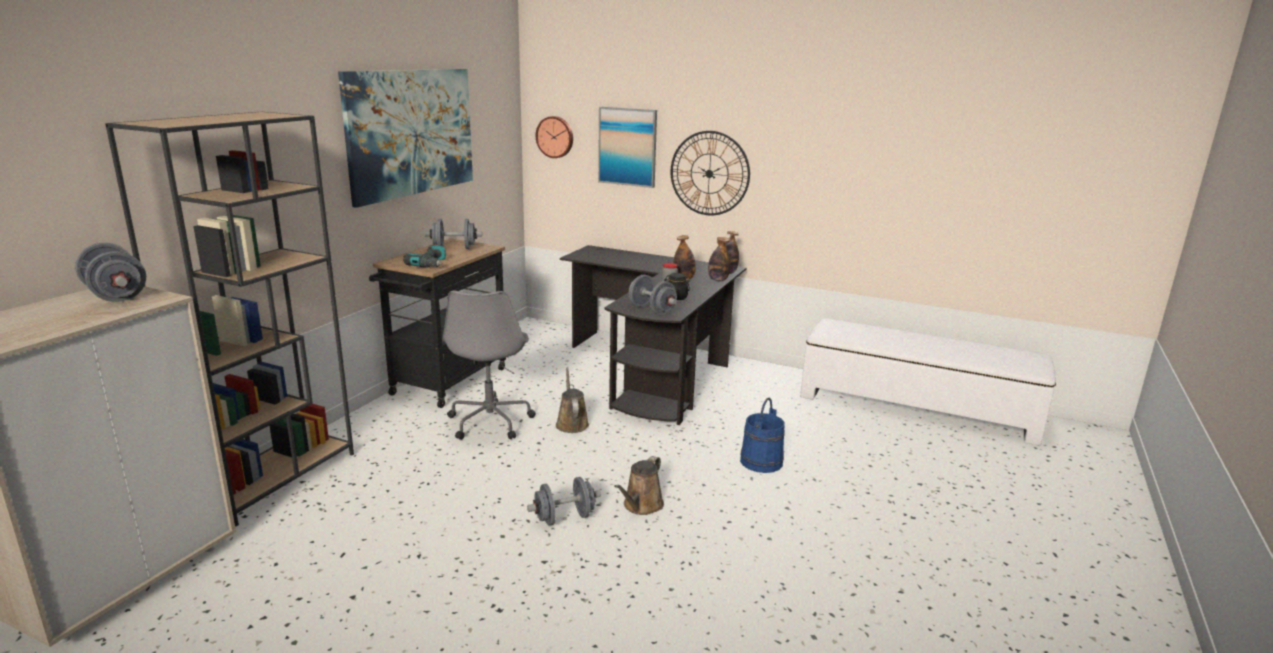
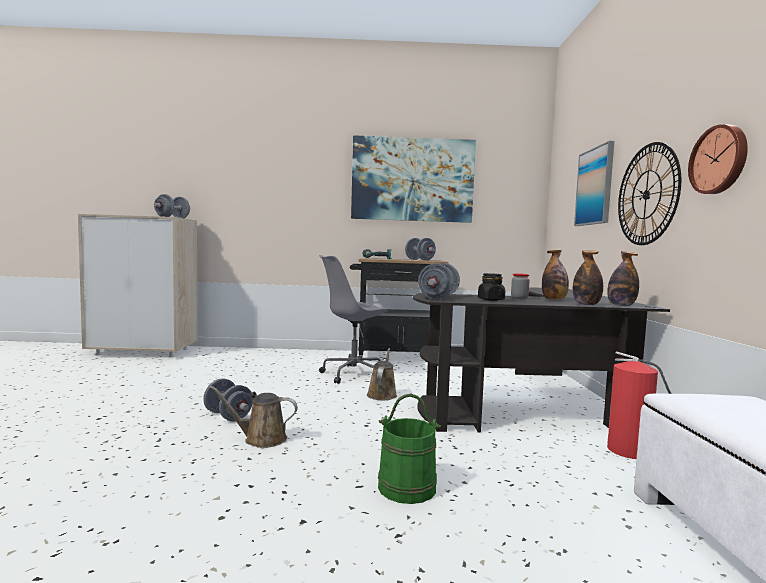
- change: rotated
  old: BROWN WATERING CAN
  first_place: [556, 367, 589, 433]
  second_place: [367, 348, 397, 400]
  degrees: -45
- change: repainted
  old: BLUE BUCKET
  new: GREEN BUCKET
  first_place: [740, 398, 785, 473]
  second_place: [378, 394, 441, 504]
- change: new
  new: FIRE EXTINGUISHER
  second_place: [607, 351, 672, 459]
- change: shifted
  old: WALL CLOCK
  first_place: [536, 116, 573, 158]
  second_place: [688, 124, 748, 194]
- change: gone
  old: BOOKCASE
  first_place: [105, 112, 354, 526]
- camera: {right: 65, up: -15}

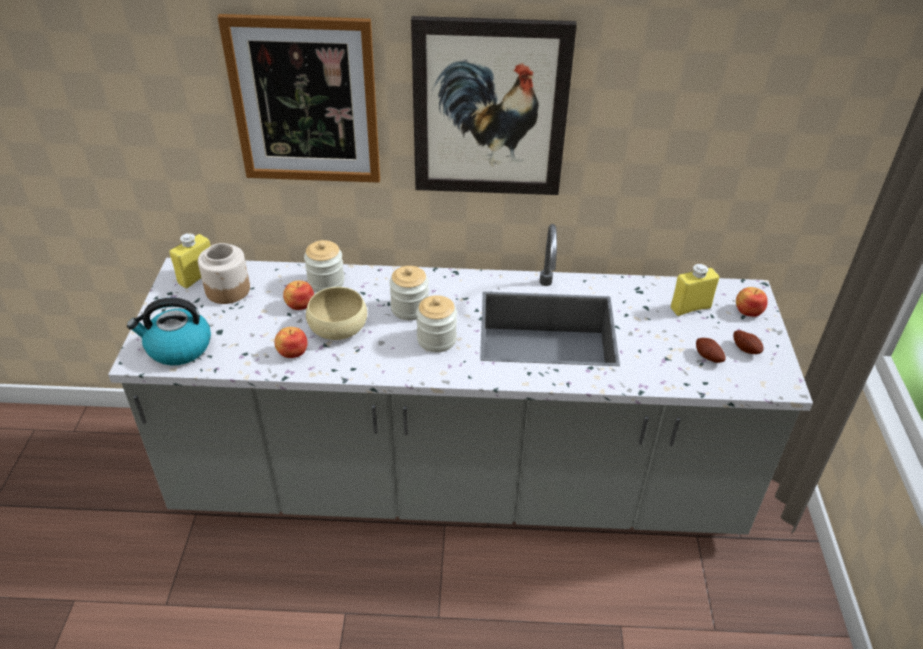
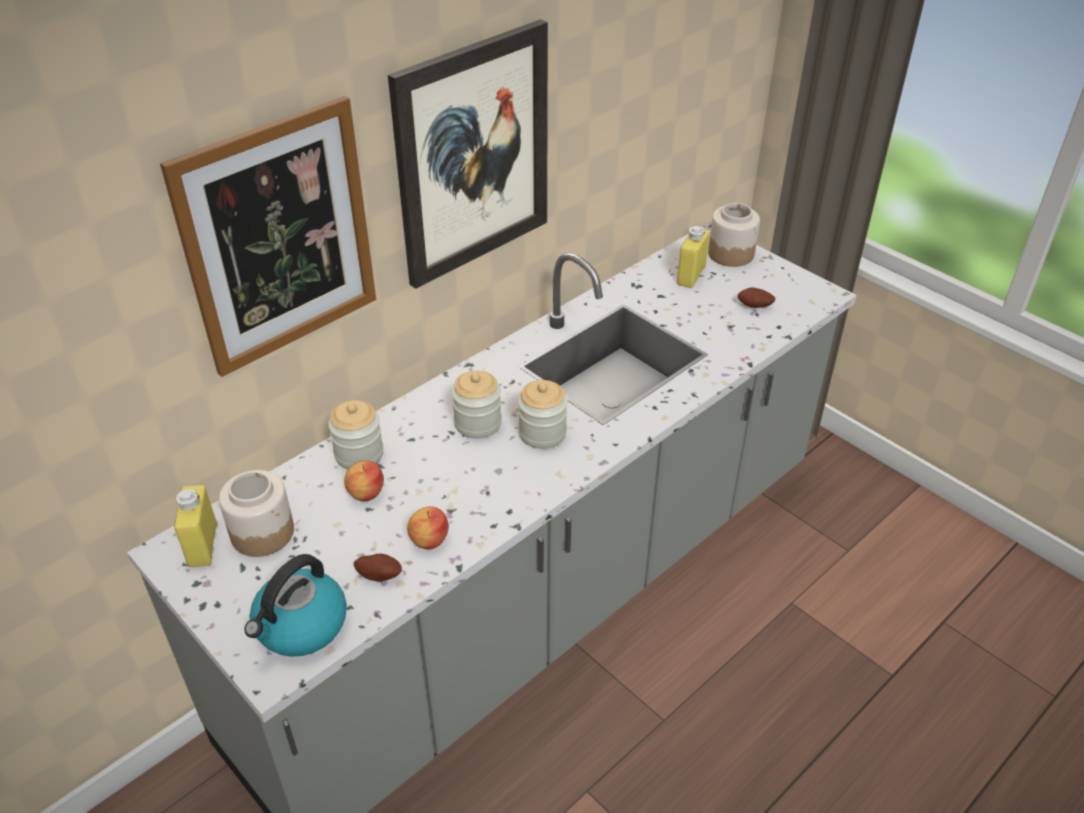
- change: shifted
  old: POTATO
  first_place: [733, 330, 764, 354]
  second_place: [354, 554, 402, 582]
- change: swapped
  old: APPLE
  new: JAR
  first_place: [736, 287, 768, 317]
  second_place: [708, 203, 760, 267]
- change: gone
  old: BEIGE BOWL
  first_place: [306, 287, 367, 340]
- camera: {right: -45, up: 0}

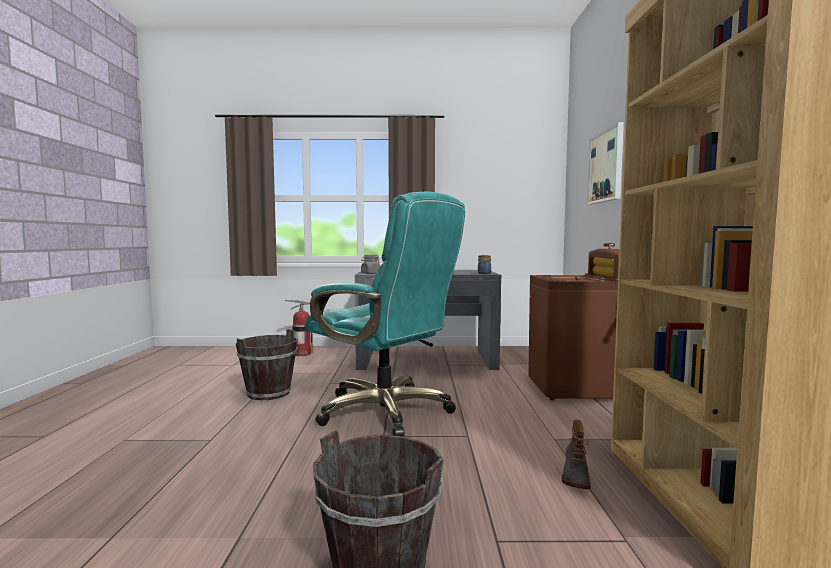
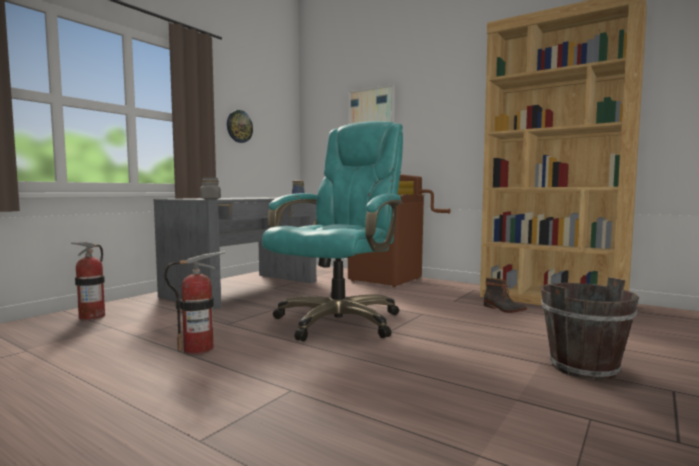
- change: swapped
  old: BROWN BUCKET
  new: FIRE EXTINGUISHER
  first_place: [236, 329, 298, 400]
  second_place: [164, 251, 225, 354]
- change: new
  new: WALL CLOCK
  second_place: [227, 110, 253, 143]
- change: rotated
  old: TURQUOISE OFFICE CHAIR
  first_place: [305, 192, 465, 437]
  second_place: [262, 121, 403, 341]
  degrees: -45
- camera: {right: -55, up: 0}

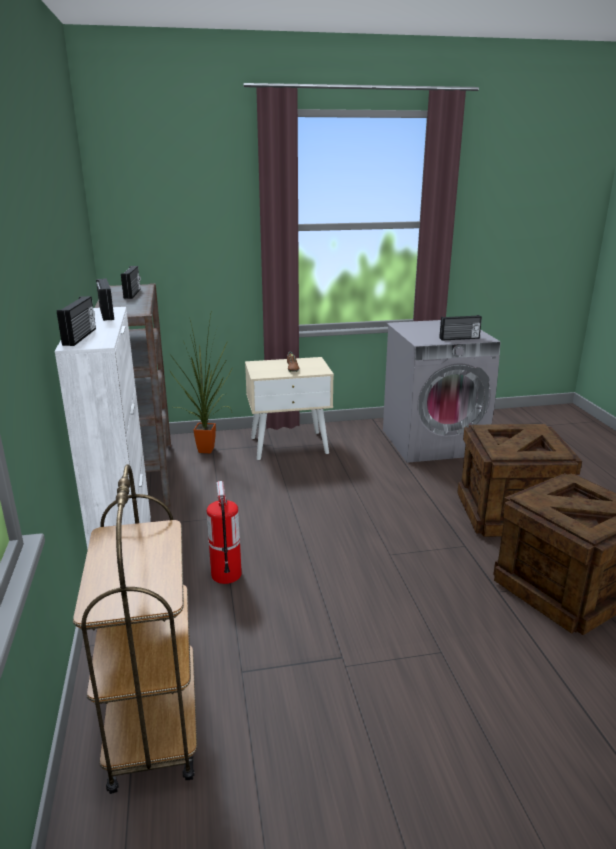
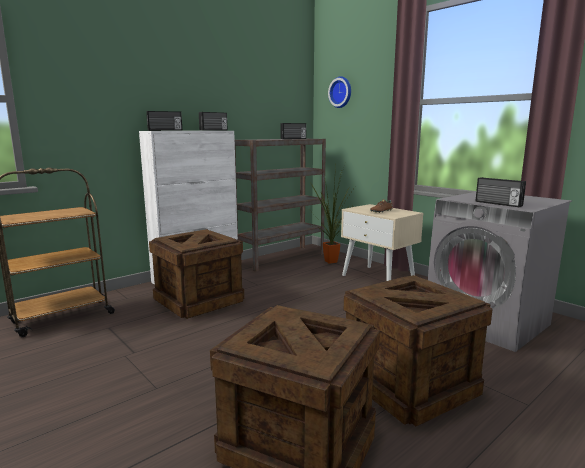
- change: swapped
  old: FIRE EXTINGUISHER
  new: CRATE
  first_place: [207, 481, 242, 584]
  second_place: [149, 229, 244, 319]
- change: new
  new: WALL CLOCK
  second_place: [328, 76, 351, 108]
- camera: {right: 60, up: -10}

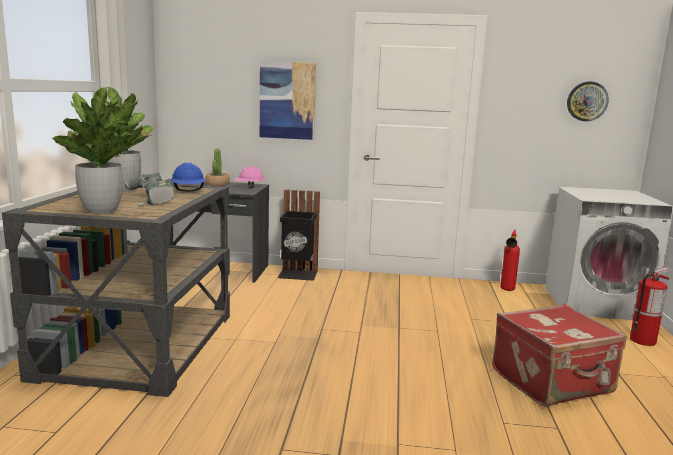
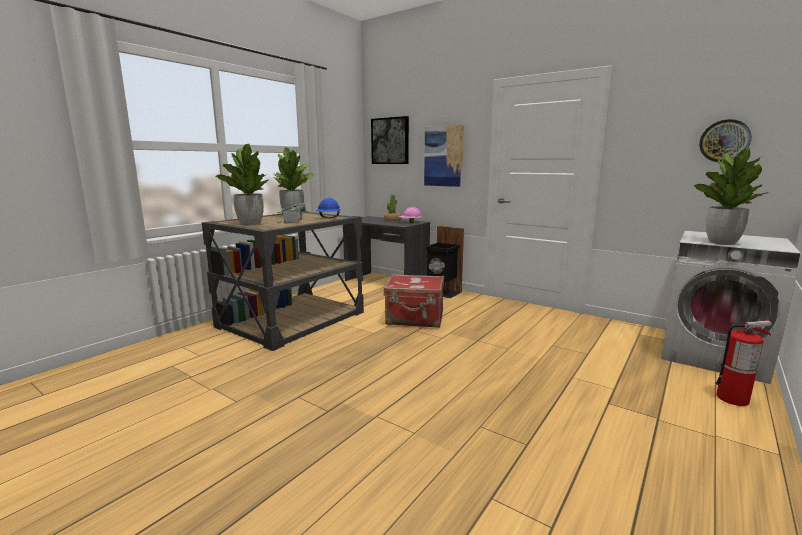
- change: new
  new: PICTURE
  second_place: [371, 116, 409, 164]
- change: shifted
  old: RED SUITCASE
  first_place: [492, 304, 626, 406]
  second_place: [384, 274, 444, 328]
- change: new
  new: POTTED PLANT
  second_place: [694, 148, 769, 245]
- change: gone
  old: FIRE EXTINGUISHER
  first_place: [500, 230, 520, 291]
- camera: {right: 30, up: 0}

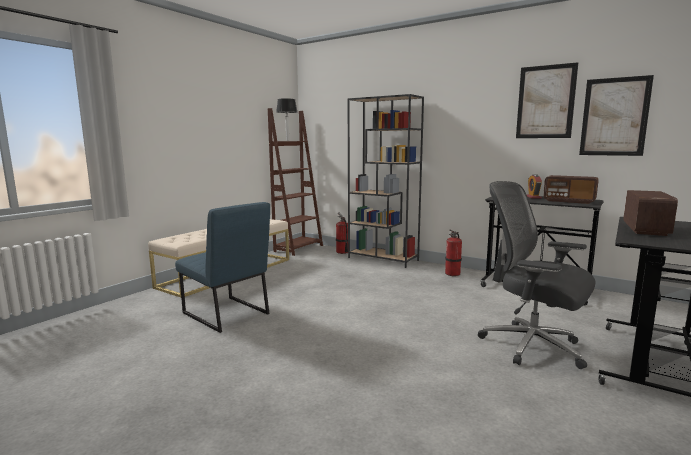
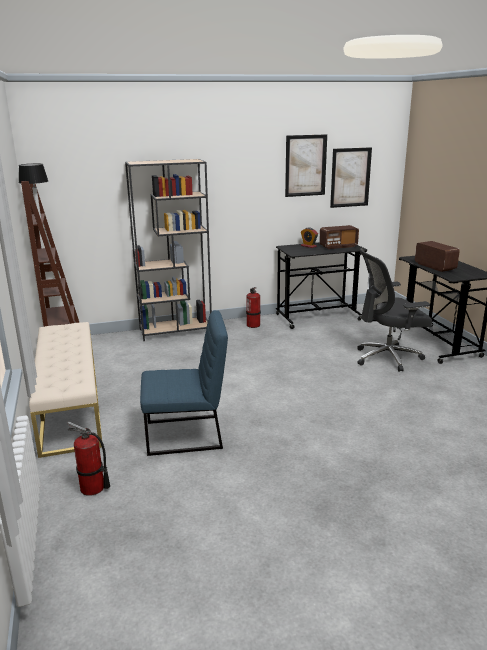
- change: shifted
  old: FIRE EXTINGUISHER
  first_place: [336, 212, 348, 254]
  second_place: [68, 421, 110, 496]
- camera: {right: -50, up: 10}

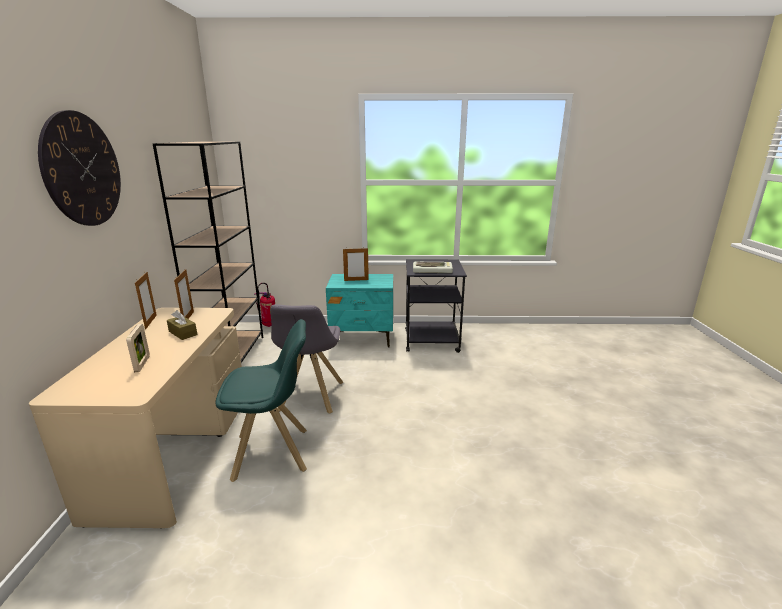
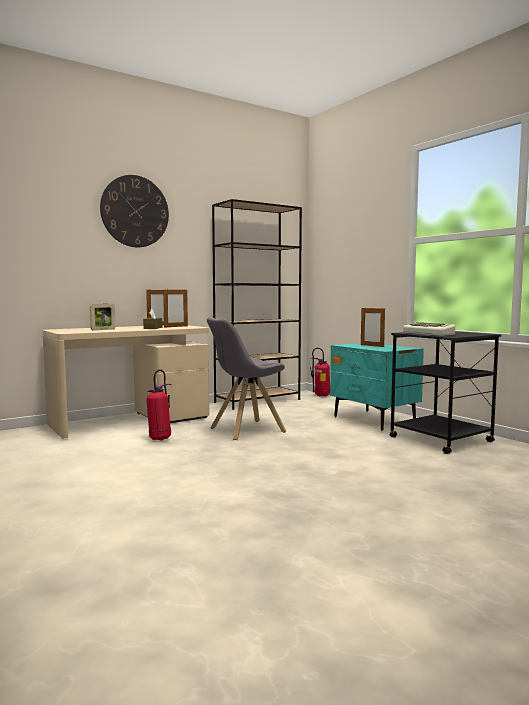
- change: swapped
  old: TURQUOISE CHAIR
  new: FIRE EXTINGUISHER
  first_place: [215, 319, 307, 482]
  second_place: [146, 369, 172, 441]
- camera: {right: 55, up: -15}

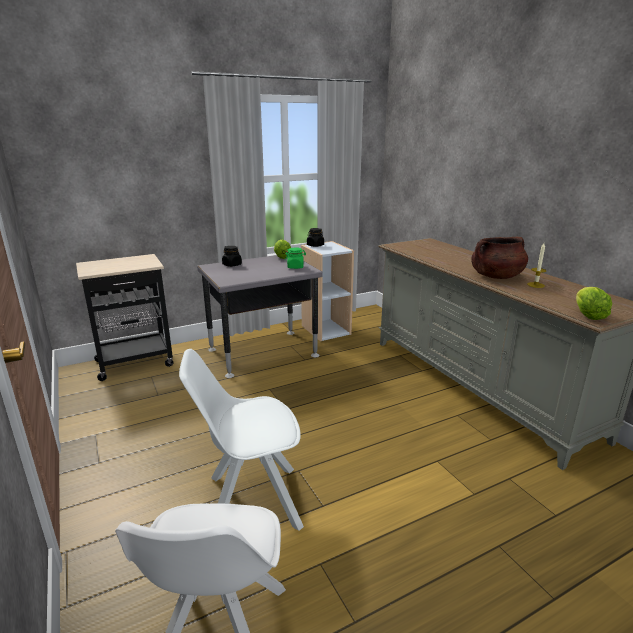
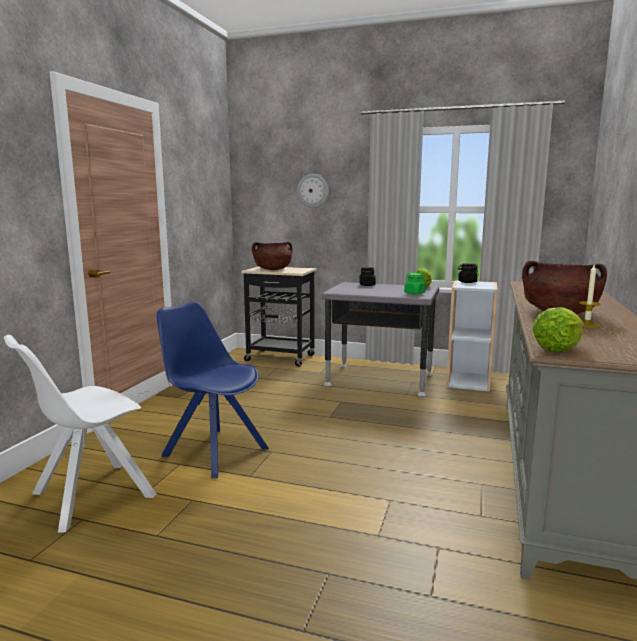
- change: repainted
  old: WHITE CHAIR
  new: BLUE CHAIR
  first_place: [179, 349, 304, 531]
  second_place: [157, 302, 269, 478]
- change: new
  new: BROWN COOKING POT
  second_place: [252, 242, 292, 270]
- change: new
  new: WALL CLOCK
  second_place: [297, 174, 329, 208]
- camera: {right: 45, up: -10}

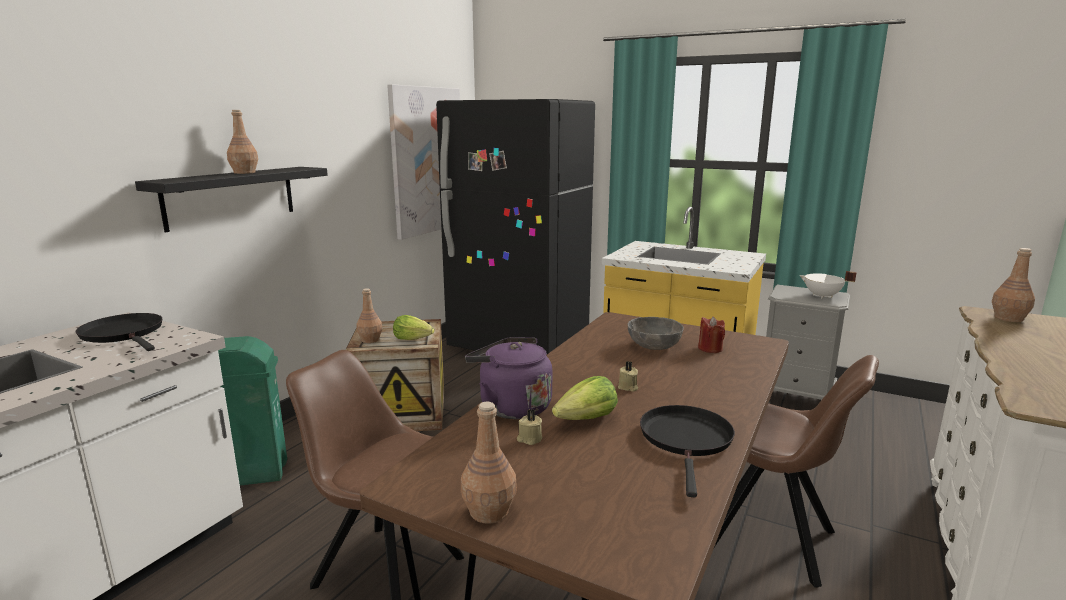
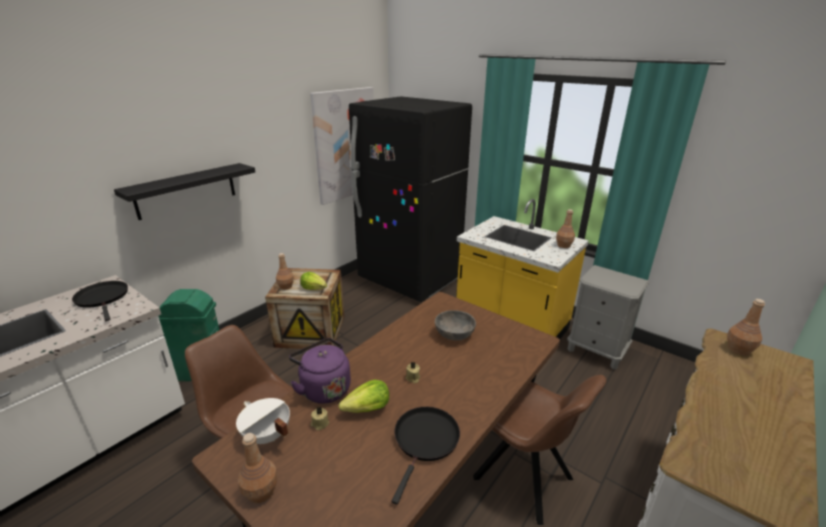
- change: shifted
  old: WHITE COOKING POT
  first_place: [799, 271, 857, 299]
  second_place: [236, 398, 290, 444]
- change: shifted
  old: BROWN BOTTLE
  first_place: [227, 110, 258, 174]
  second_place: [556, 209, 575, 248]
- change: gone
  old: RED CANDLE
  first_place: [698, 316, 725, 353]
- camera: {right: 10, up: 10}

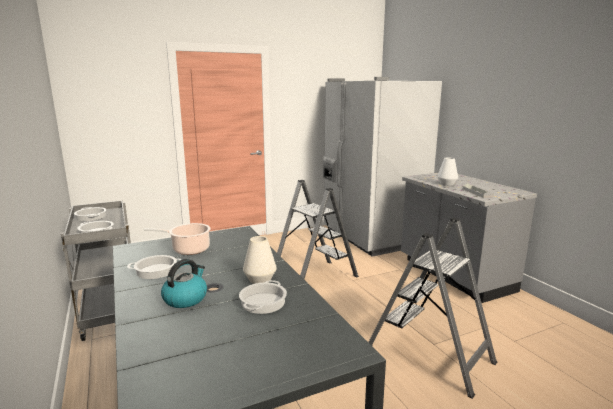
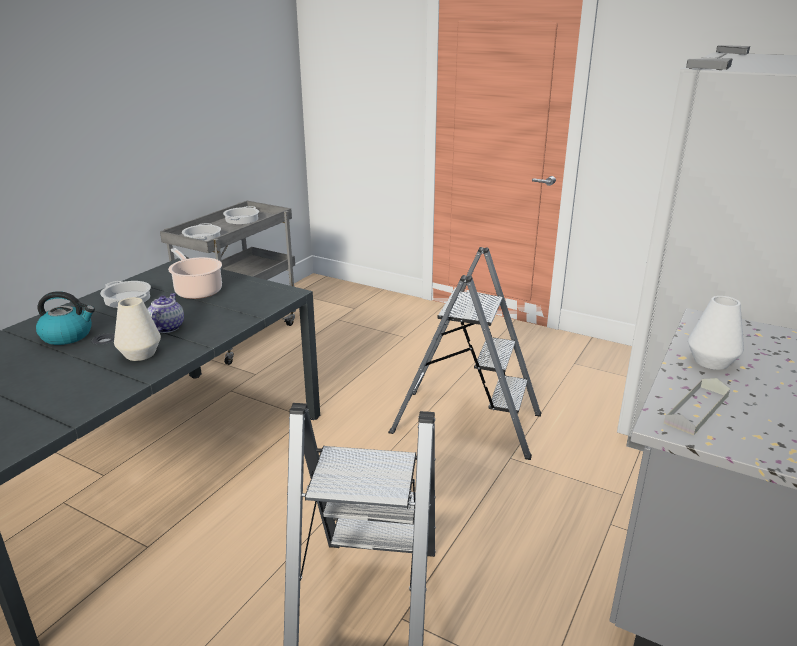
- change: new
  new: TEAPOT
  second_place: [147, 293, 184, 333]
- change: gone
  old: COOKING POT
  first_place: [239, 280, 287, 314]
- camera: {right: 55, up: 10}

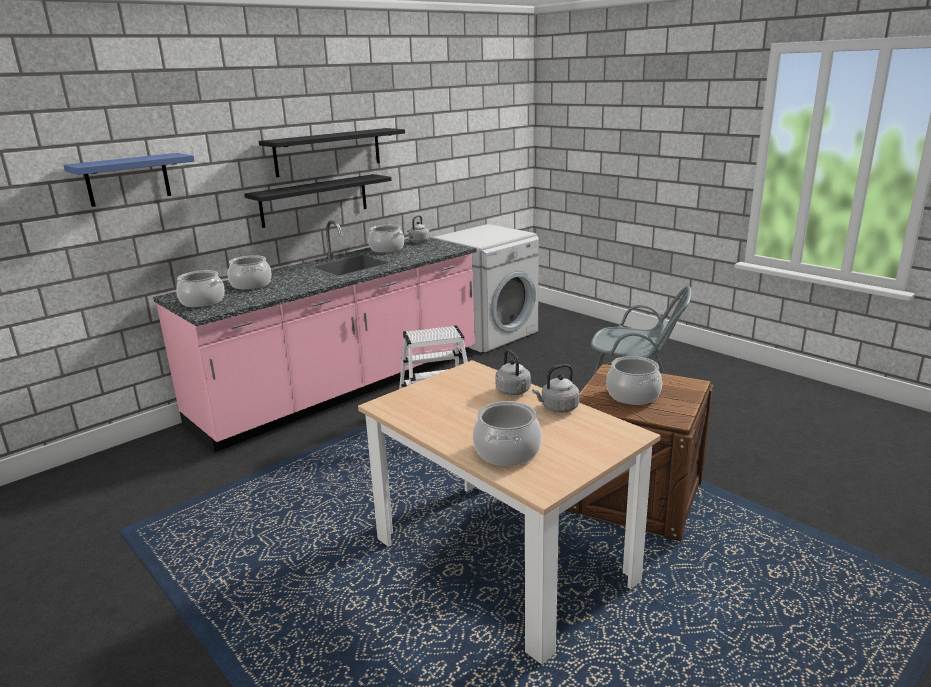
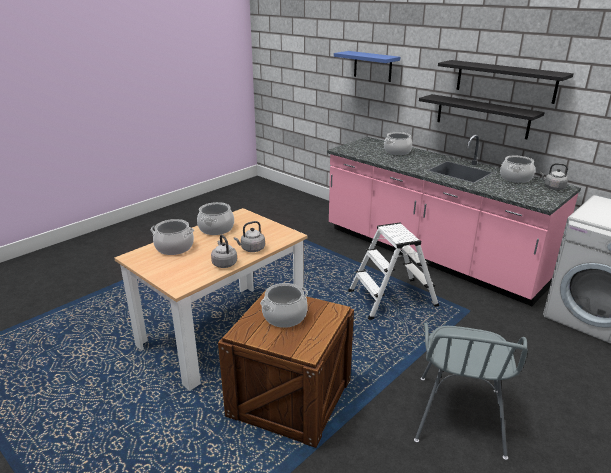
- change: shifted
  old: COOKING POT
  first_place: [176, 270, 225, 307]
  second_place: [197, 202, 234, 235]
- camera: {right: 85, up: 5}

